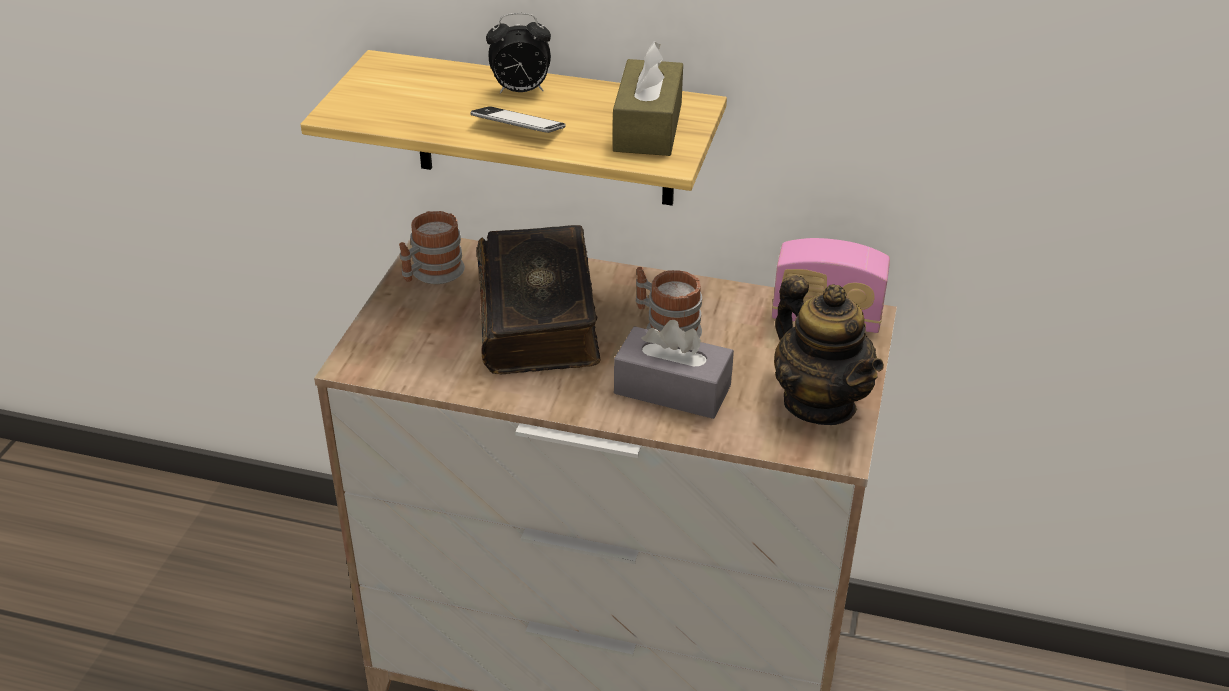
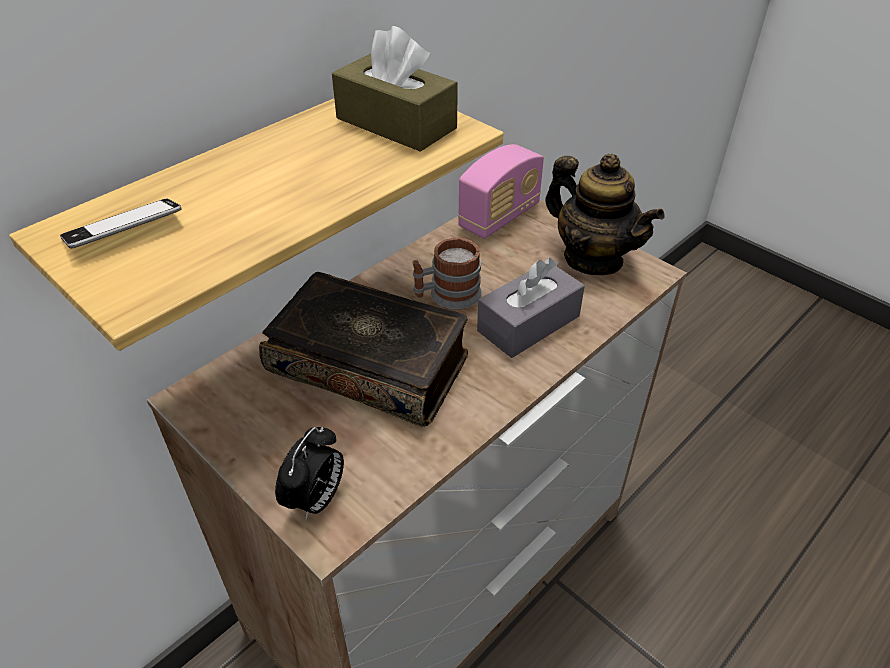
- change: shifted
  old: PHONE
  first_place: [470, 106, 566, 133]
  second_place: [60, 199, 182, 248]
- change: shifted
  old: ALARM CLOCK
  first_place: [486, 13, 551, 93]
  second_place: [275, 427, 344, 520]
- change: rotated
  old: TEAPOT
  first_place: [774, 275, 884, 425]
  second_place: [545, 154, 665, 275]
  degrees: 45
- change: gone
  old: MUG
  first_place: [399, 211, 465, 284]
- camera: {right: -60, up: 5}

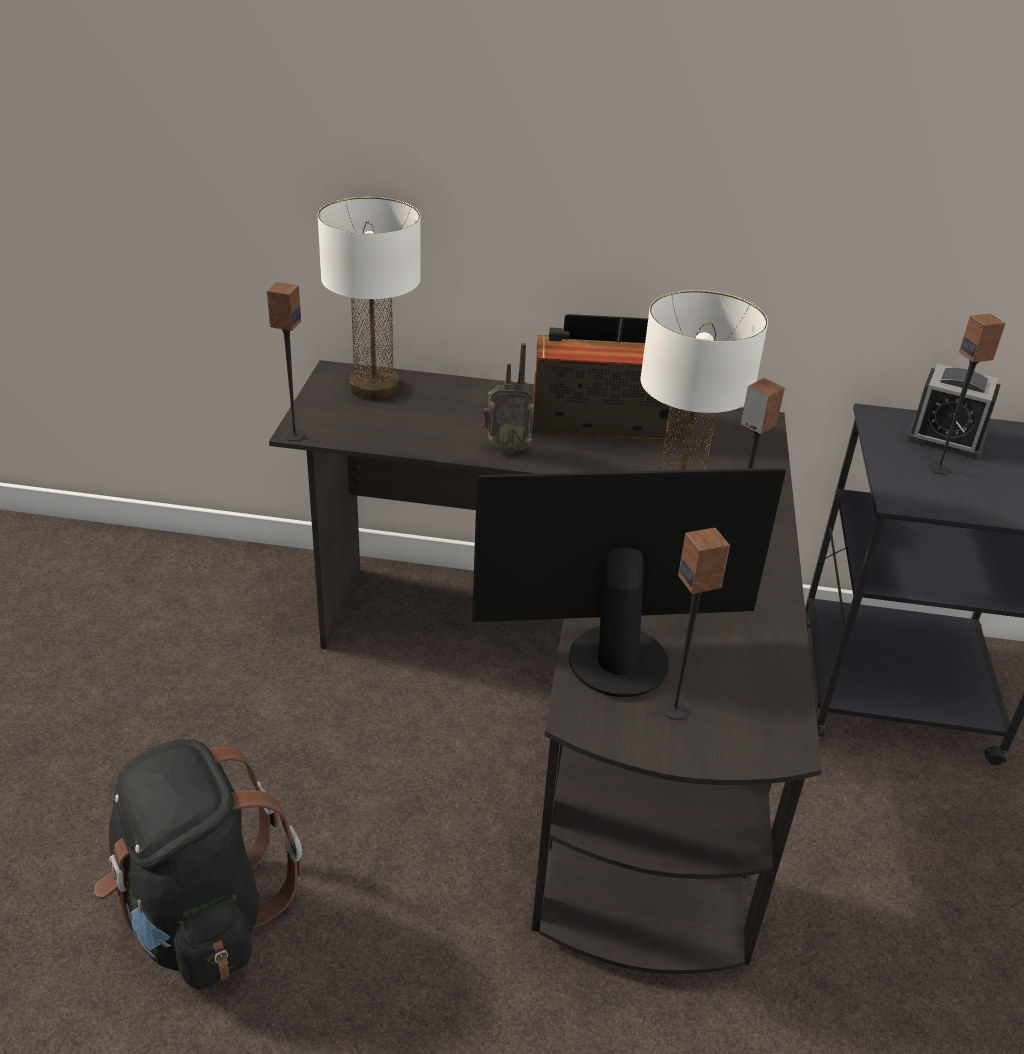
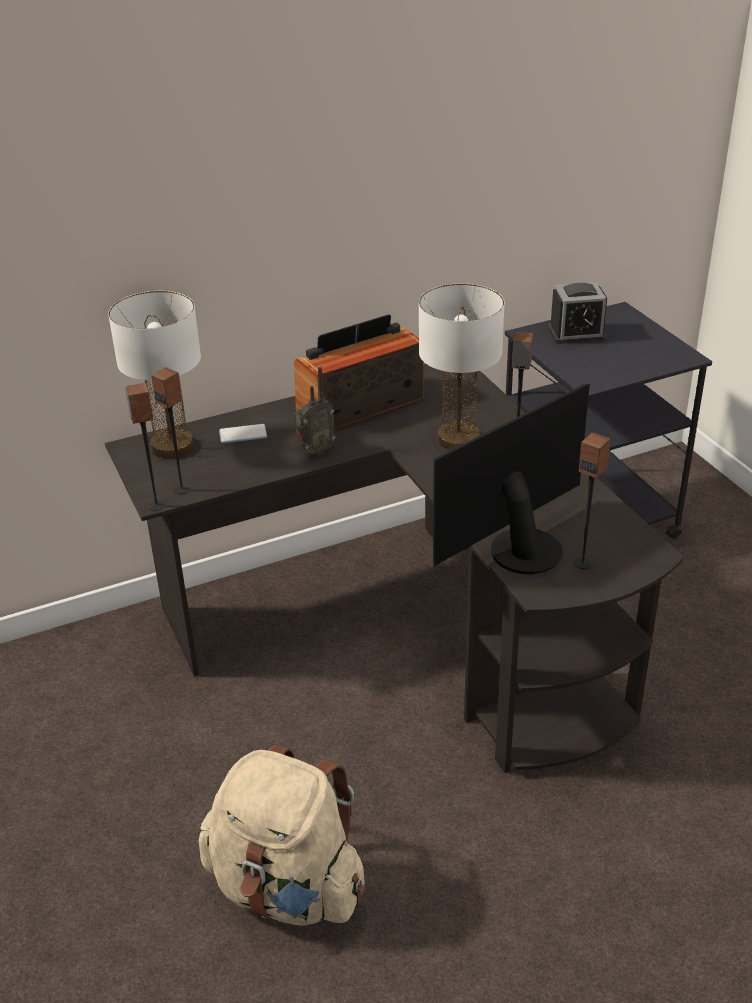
- change: shifted
  old: SPEAKER
  first_place: [928, 314, 1006, 474]
  second_place: [151, 367, 191, 494]
- change: repainted
  old: BLACK BACKPACK
  new: BEIGE BACKPACK
  first_place: [94, 739, 302, 990]
  second_place: [198, 745, 365, 925]
- change: new
  new: PHONE
  second_place: [219, 424, 267, 443]
- camera: {right: -30, up: 0}

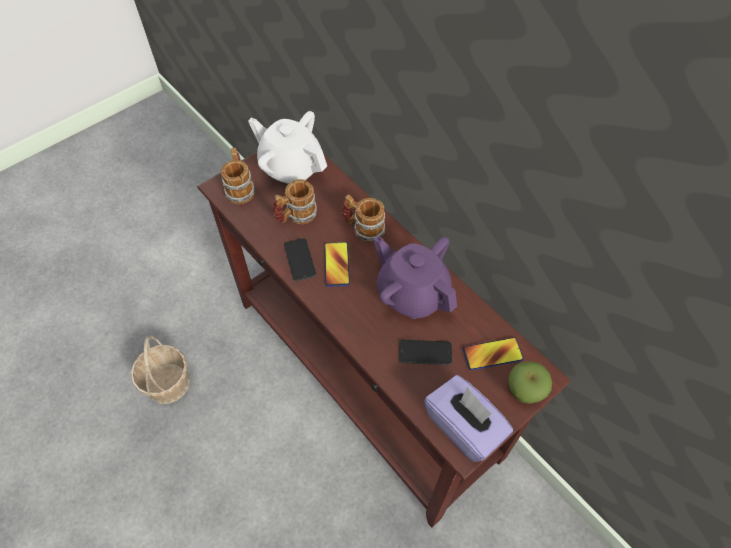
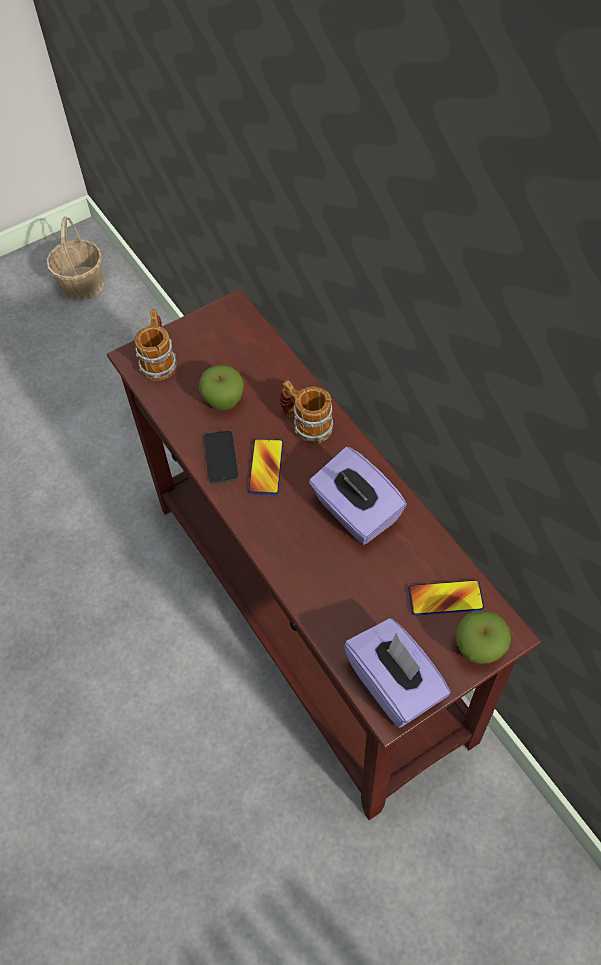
- change: shifted
  old: BASKET
  first_place: [131, 335, 190, 404]
  second_place: [46, 216, 104, 301]
- change: swapped
  old: MUG
  new: APPLE
  first_place: [273, 179, 317, 224]
  second_place: [199, 365, 244, 410]
- change: swapped
  old: PURPLE TEAPOT
  new: PURPLE TISSUE BOX
  first_place: [373, 236, 457, 319]
  second_place: [309, 447, 407, 545]
- change: gone
  old: WHITE TEAPOT
  first_place: [248, 111, 327, 184]
- change: gone
  old: PHONE
  first_place: [399, 340, 452, 365]
- camera: {right: 10, up: 0}

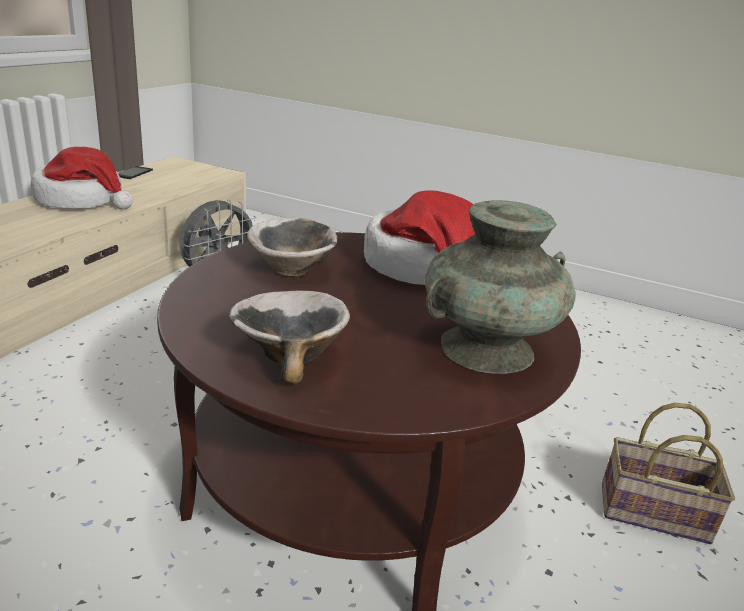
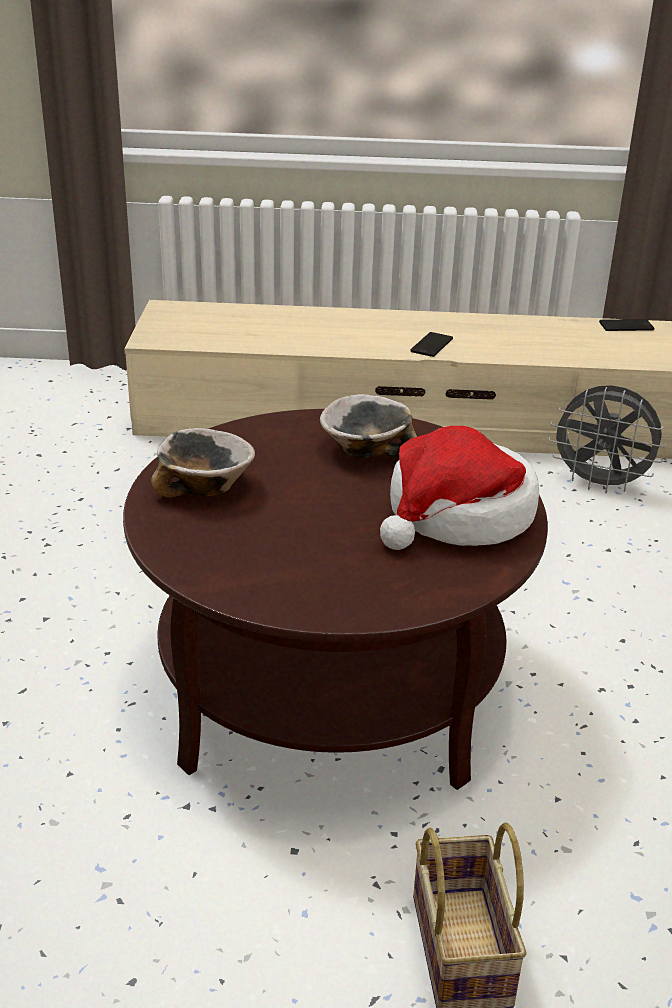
- change: new
  new: PHONE
  second_place: [410, 332, 453, 357]
- change: gone
  old: HAT
  first_place: [31, 147, 133, 209]
- change: gone
  old: TURQUOISE VASE
  first_place: [425, 200, 576, 374]
- camera: {right: 70, up: 5}

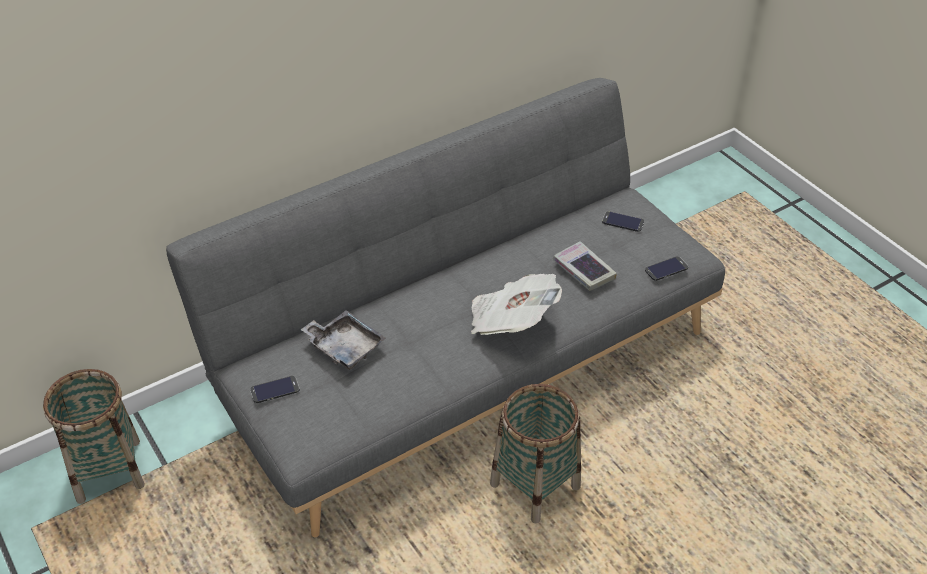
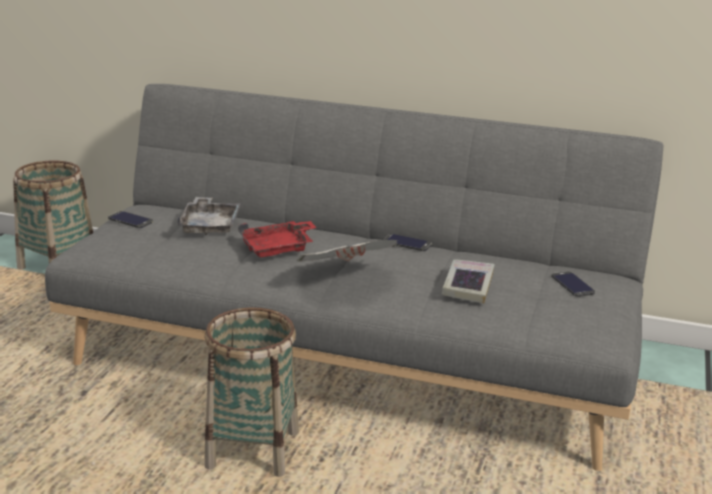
- change: new
  new: RED TRAY
  second_place: [238, 220, 317, 257]
- change: shifted
  old: PHONE
  first_place: [645, 256, 688, 281]
  second_place: [383, 234, 432, 251]
- camera: {right: 50, up: -20}

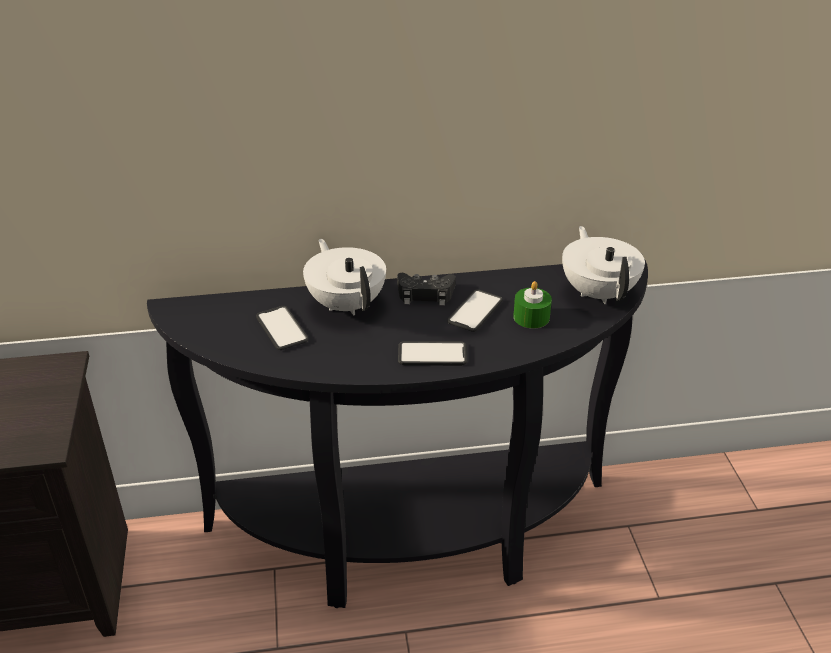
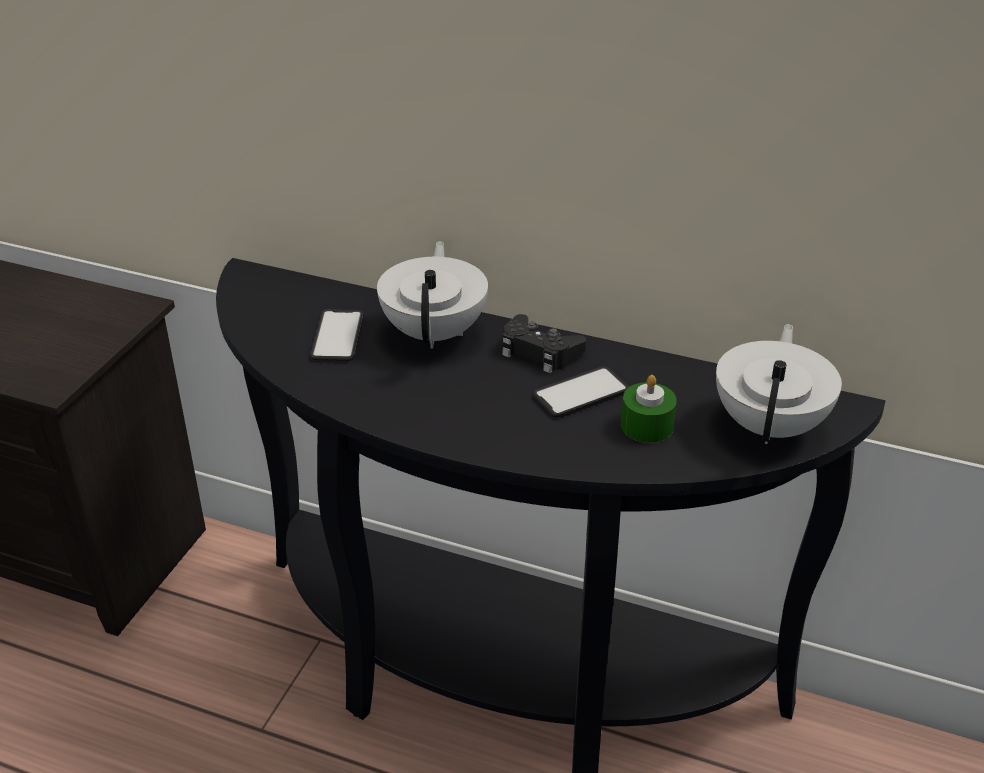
- change: gone
  old: PHONE
  first_place: [398, 341, 468, 366]
- camera: {right: 30, up: 0}

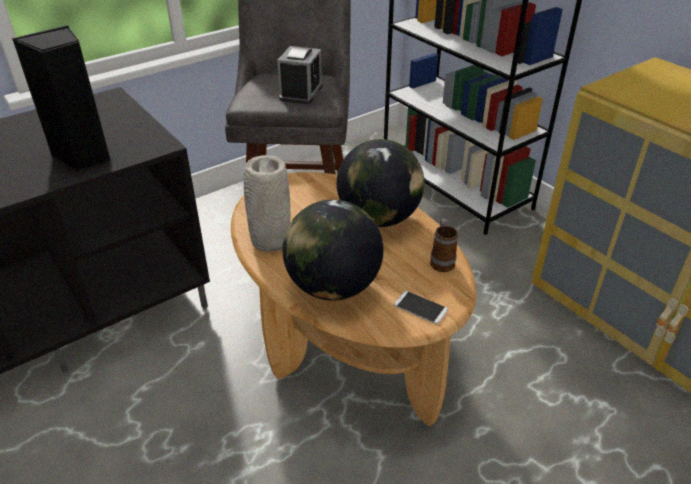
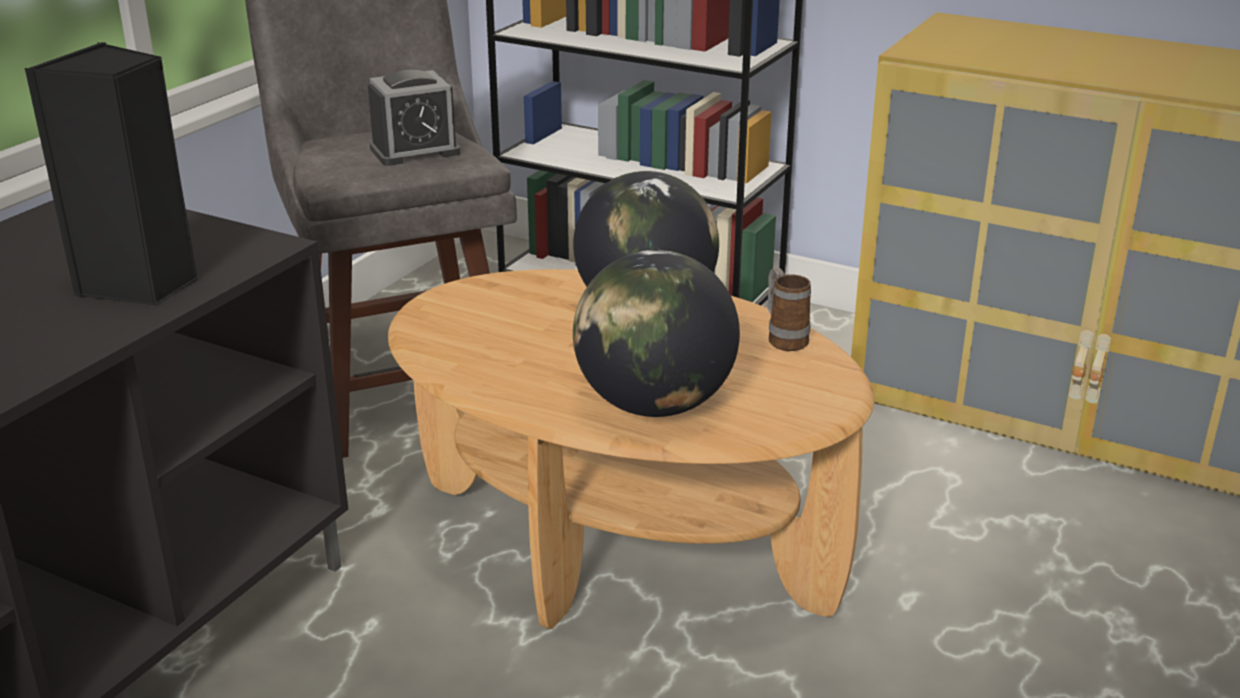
- change: rotated
  old: ALARM CLOCK
  first_place: [277, 46, 323, 104]
  second_place: [368, 70, 461, 166]
  degrees: 75
- change: gone
  old: GREY VASE
  first_place: [244, 155, 290, 252]
- change: gone
  old: PHONE
  first_place: [394, 291, 448, 324]
- camera: {right: -25, up: -10}

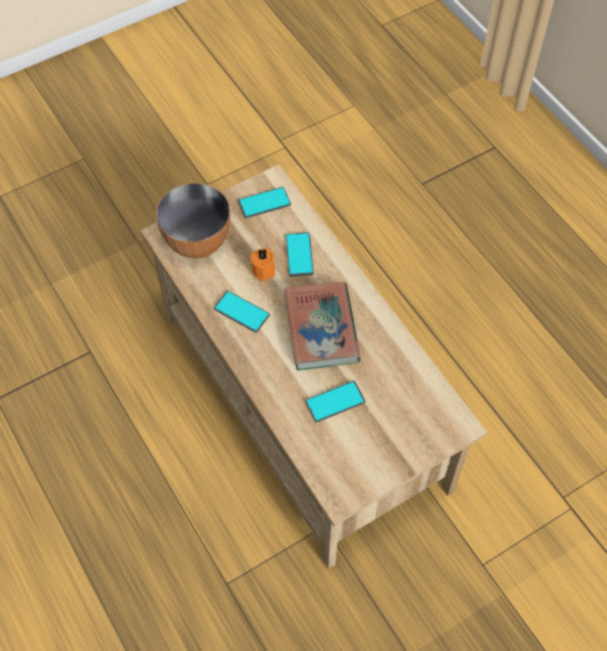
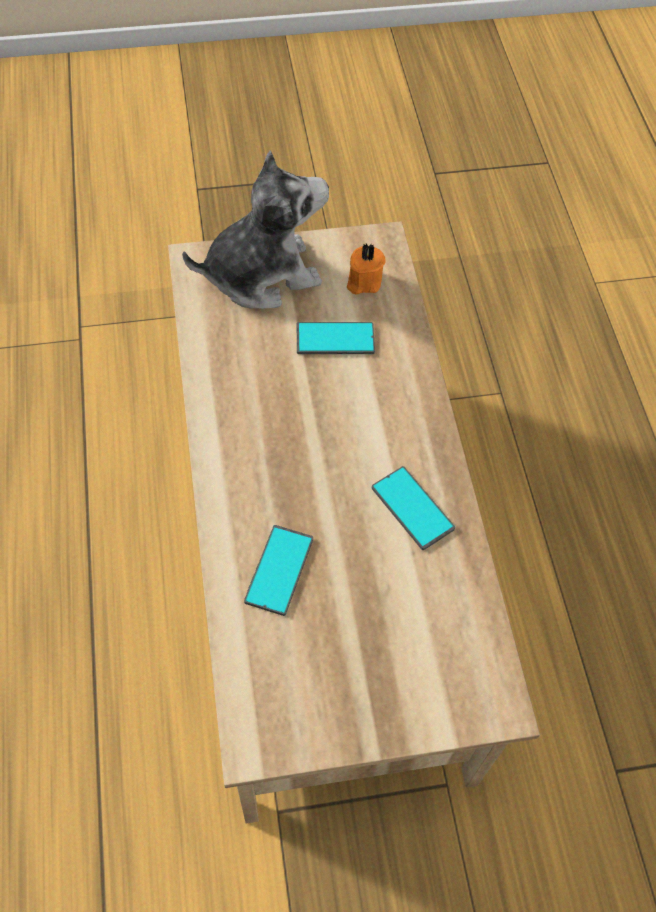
- change: new
  new: PLUSH TOY
  second_place: [182, 150, 329, 309]
- change: shifted
  old: ORANGE CANDLE
  first_place: [251, 249, 275, 281]
  second_place: [347, 243, 386, 294]
- change: gone
  old: BOWL
  first_place: [156, 183, 230, 258]
- change: gone
  old: PHONE
  first_place: [238, 187, 291, 218]
- change: gone
  old: BOOK
  first_place: [284, 282, 361, 370]
- camera: {right: -160, up: 0}

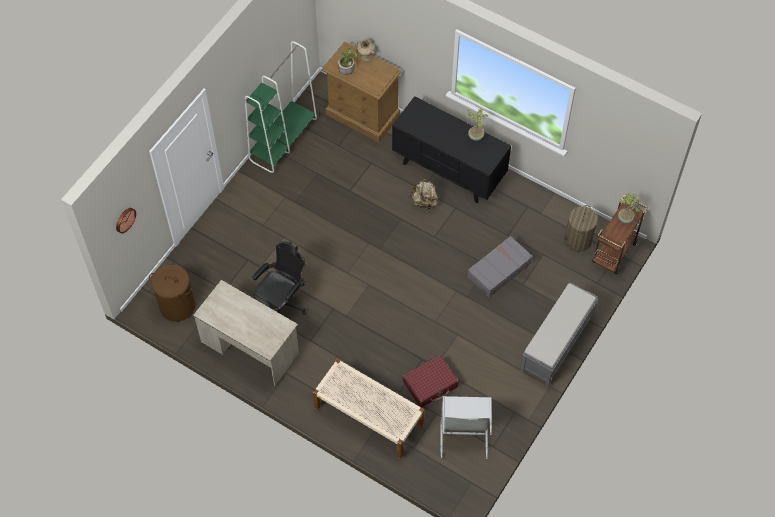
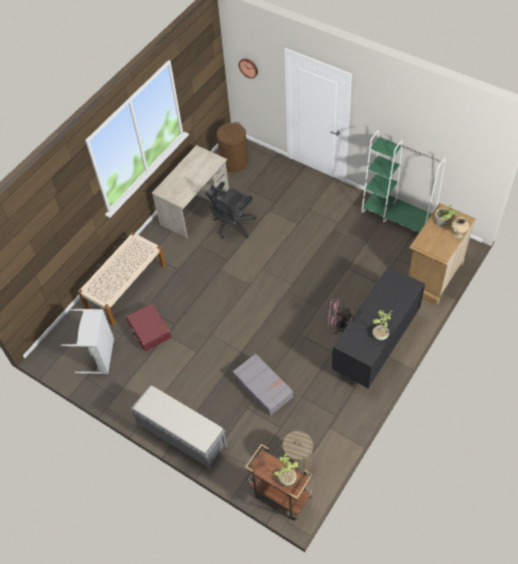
- change: rotated
  old: OFFICE CHAIR
  first_place: [253, 241, 307, 315]
  second_place: [206, 182, 256, 239]
  degrees: 90
- change: swapped
  old: BEIGE BACKPACK
  new: PINK FAN
  first_place: [410, 179, 438, 209]
  second_place: [328, 299, 353, 334]
- camera: {right: 95, up: -5}

